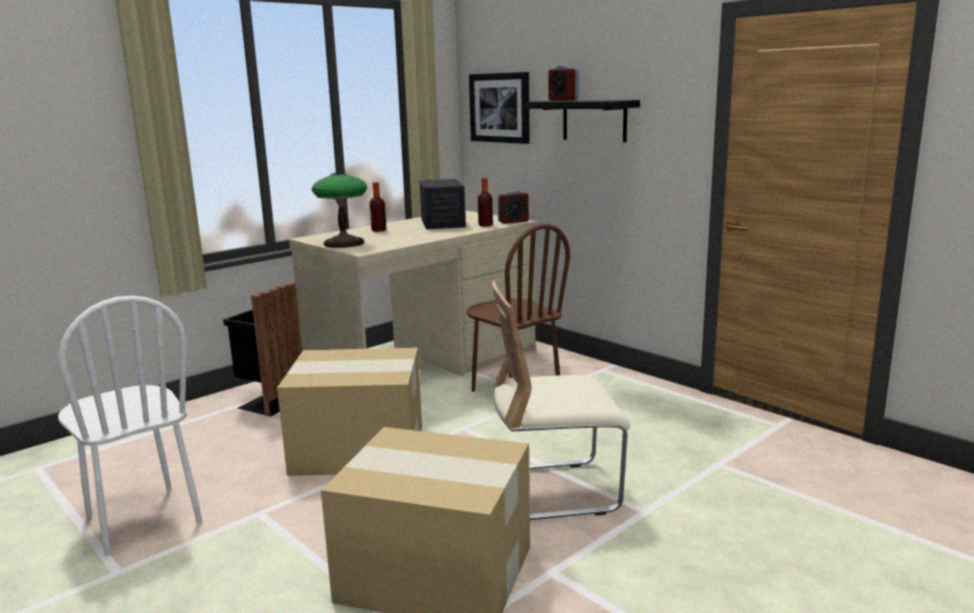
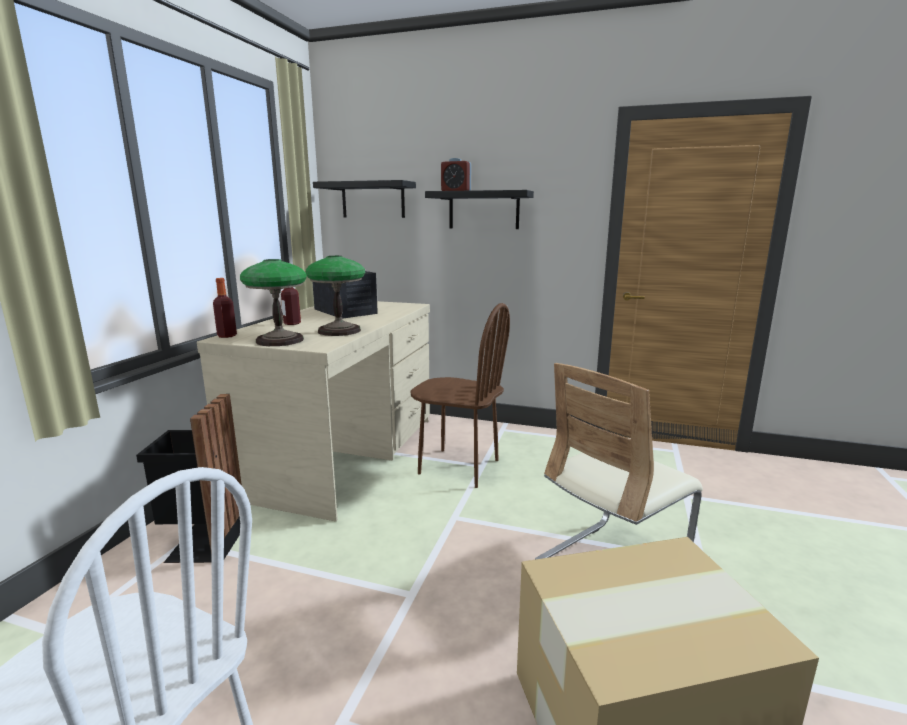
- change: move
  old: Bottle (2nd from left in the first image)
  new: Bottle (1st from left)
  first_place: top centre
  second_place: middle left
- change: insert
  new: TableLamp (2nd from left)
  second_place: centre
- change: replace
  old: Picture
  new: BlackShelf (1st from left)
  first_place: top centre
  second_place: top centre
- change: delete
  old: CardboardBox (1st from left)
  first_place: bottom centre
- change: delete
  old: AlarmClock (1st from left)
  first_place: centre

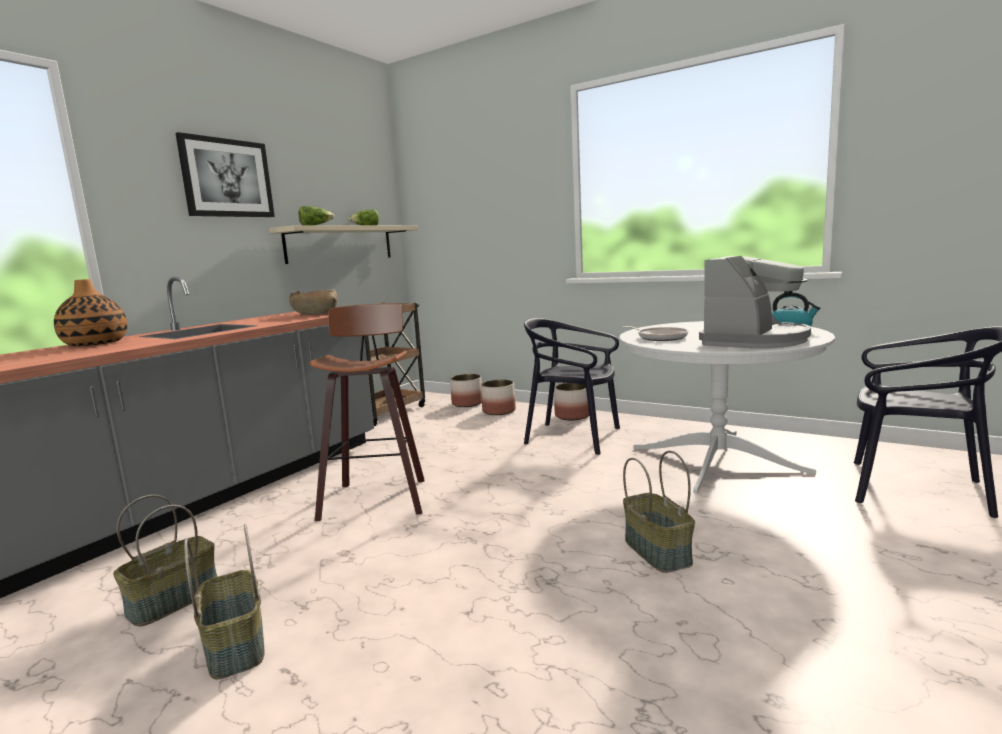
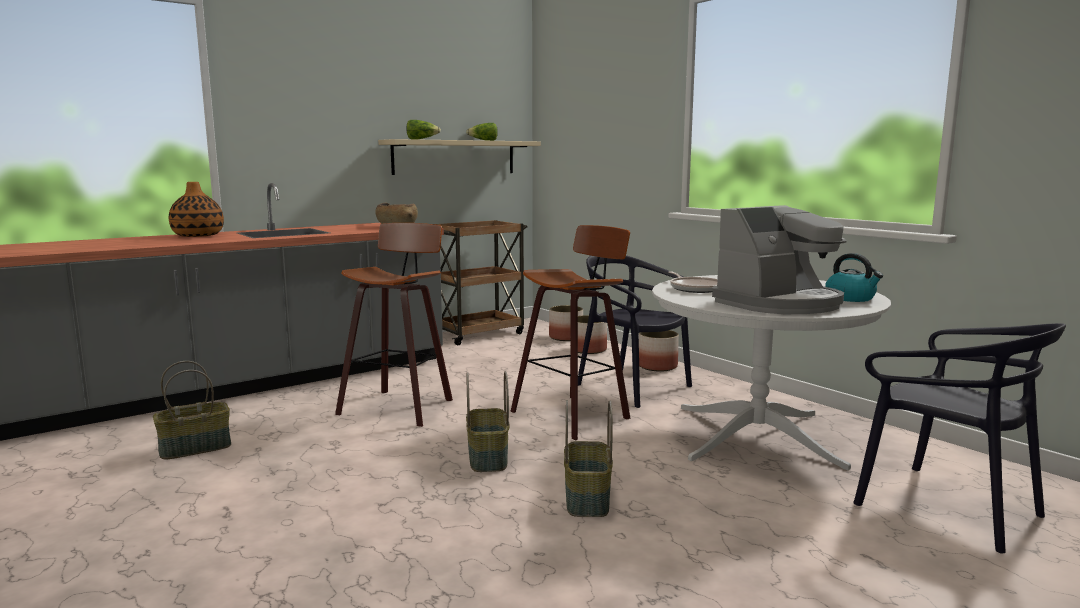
- change: move
  old: Basket (2nd from left)
  first_place: bottom left
  second_place: bottom centre
- change: insert
  new: Stool (2nd from left)
  second_place: centre
- change: delete
  old: Picture
  first_place: top left

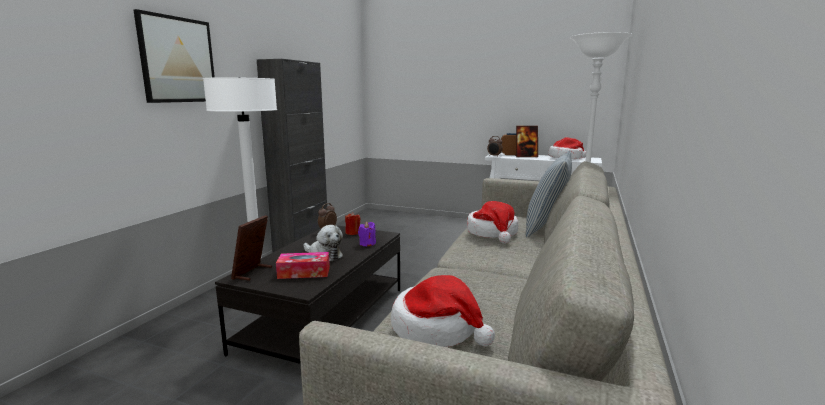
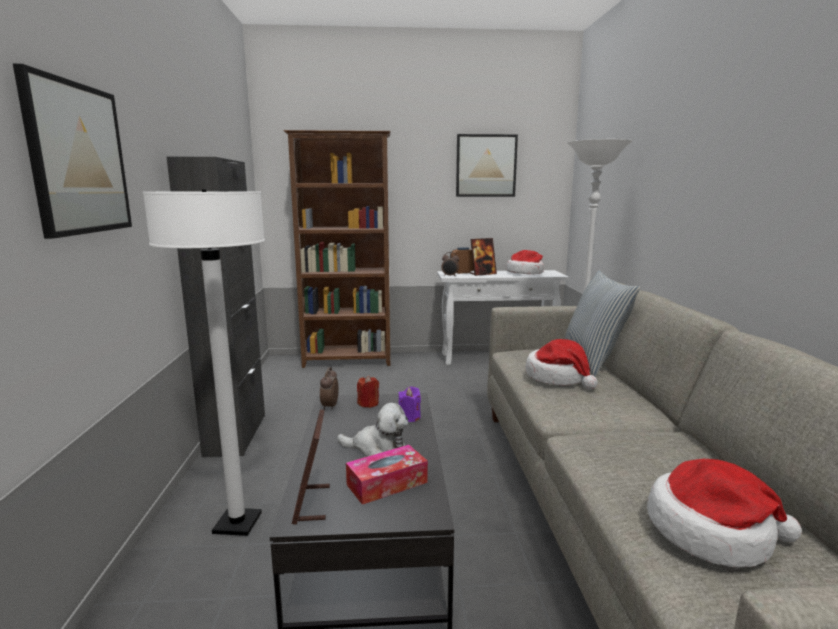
- change: insert
  new: BrownBookcase
  second_place: centre
- change: insert
  new: Picture (2nd from left)
  second_place: top centre

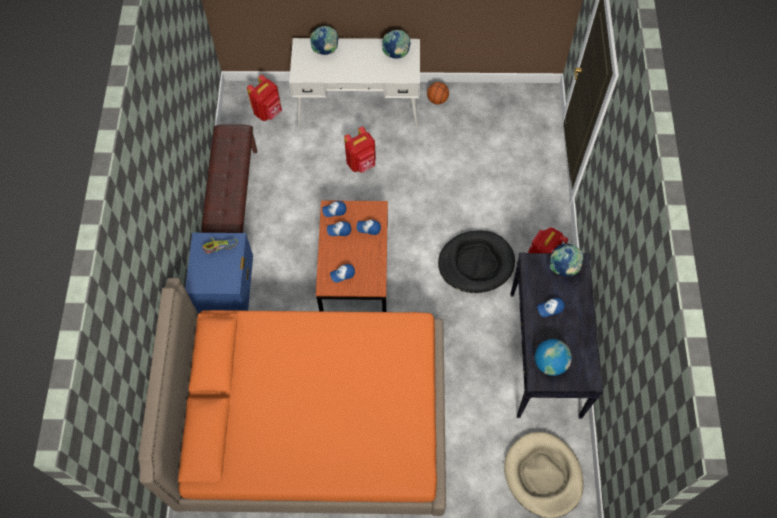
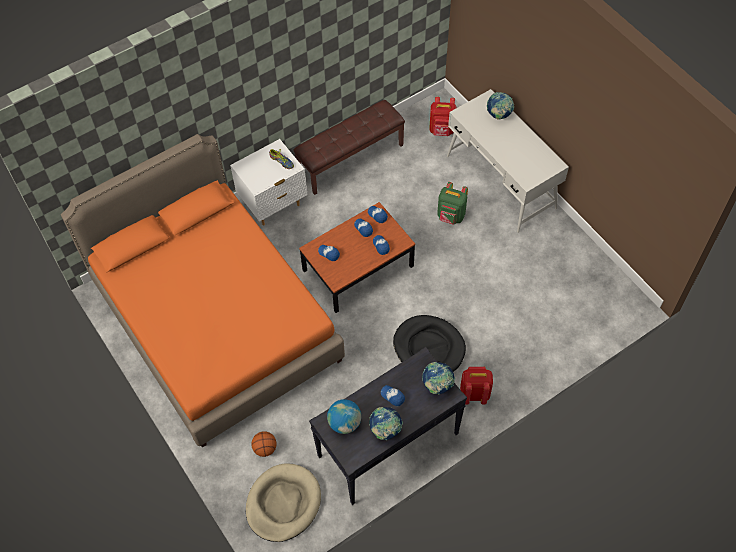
- change: recolor
  old: BlueNightstand
  new: WhiteNightstand
  first_place: middle left
  second_place: top centre
- change: move
  old: Basketball
  first_place: top centre
  second_place: bottom centre
- change: move
  old: Globe (2nd from left)
  first_place: top centre
  second_place: bottom centre
- change: recolor
  old: RedBackpack (2nd from left)
  new: GreenBackpack
  first_place: top centre
  second_place: centre

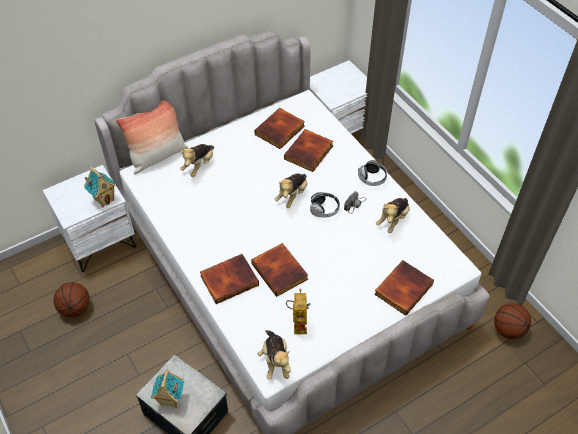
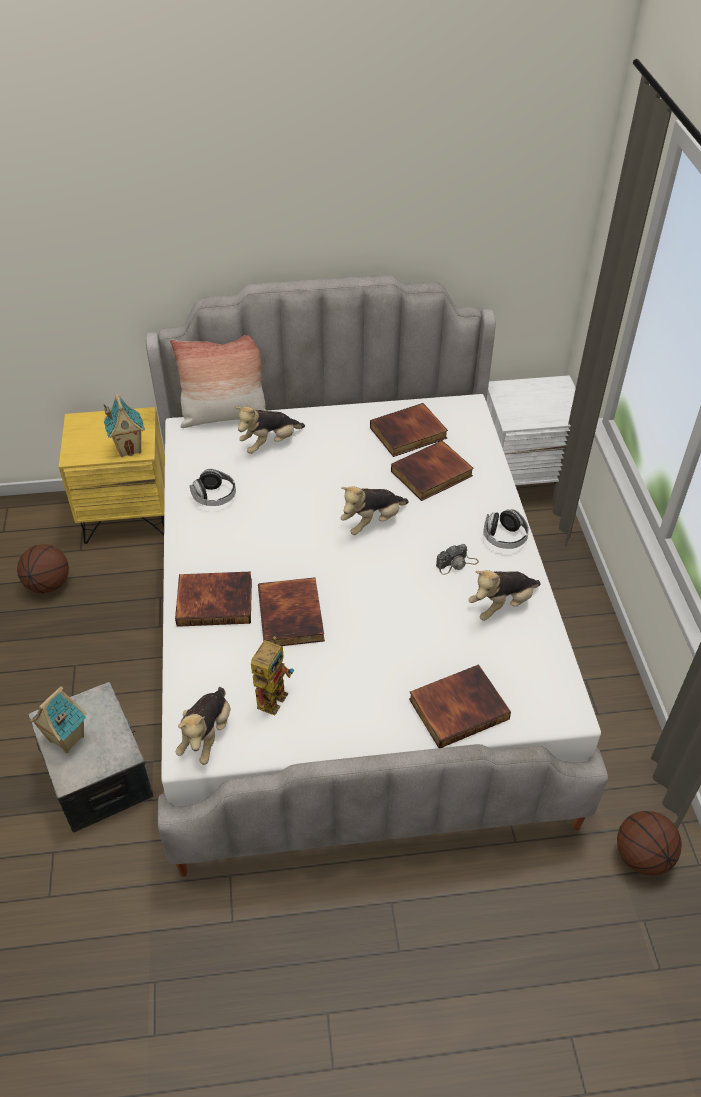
- change: recolor
  old: WhiteNightstand (1st from left)
  new: YellowNightstand
  first_place: middle left
  second_place: middle left
- change: move
  old: Headphones (1st from left)
  first_place: centre
  second_place: middle left

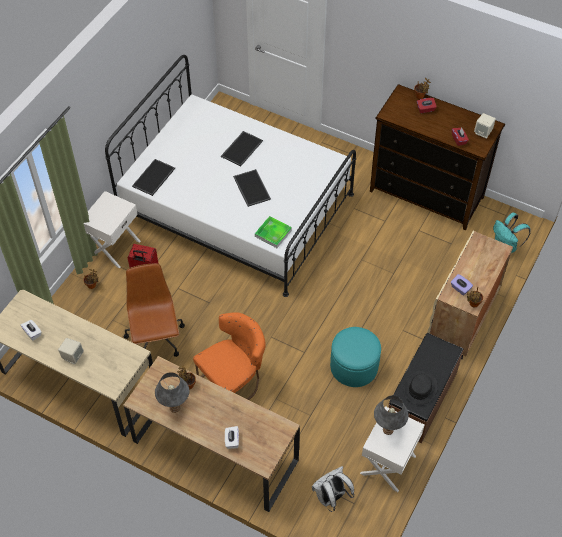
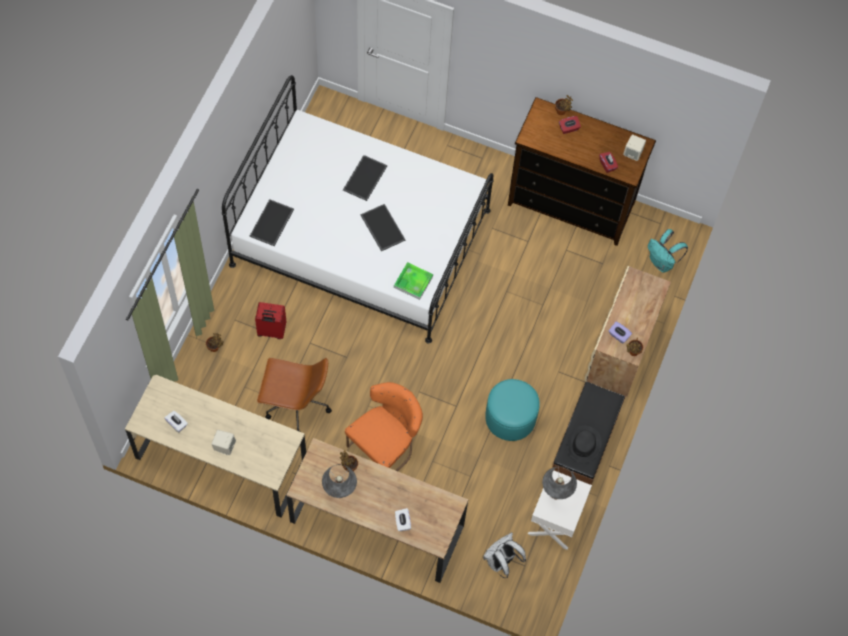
- change: rotate
  old: BrownOfficeChair
  first_place: middle left
  second_place: centre
  degrees: 120
- change: delete
  old: WhiteNightstand (1st from left)
  first_place: middle left

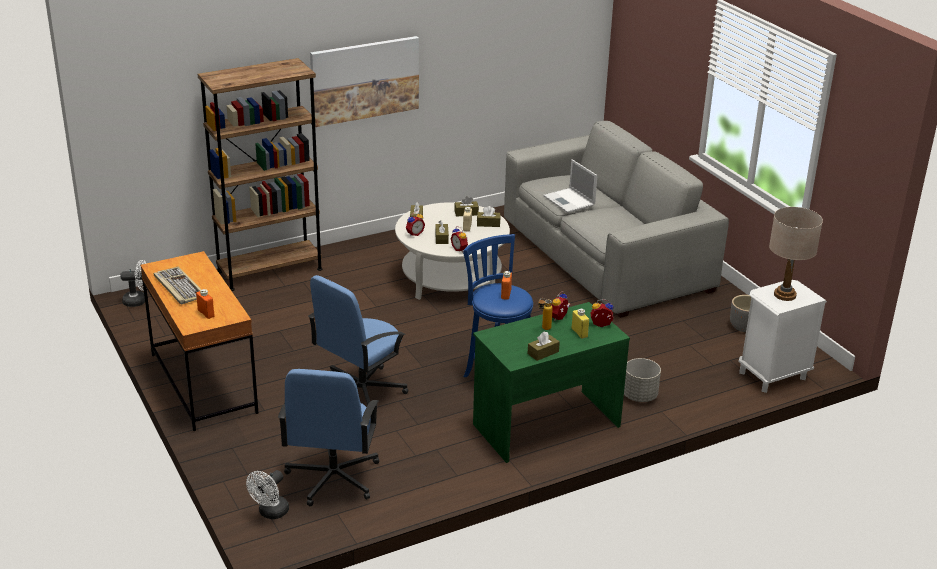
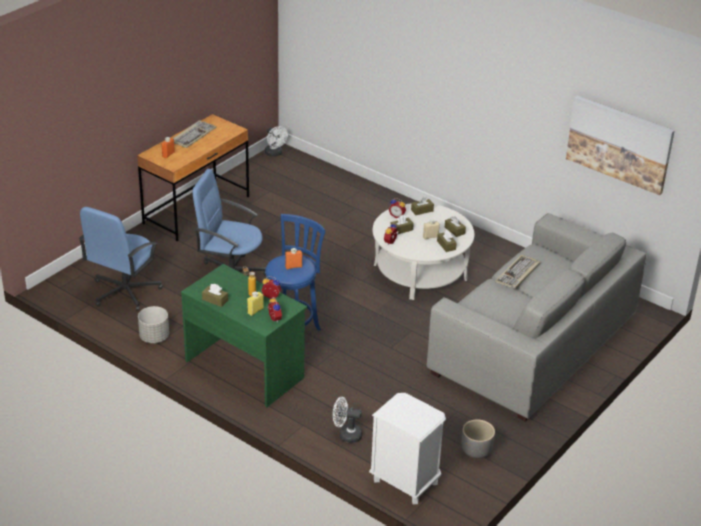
- change: rotate
  old: BlueOfficeChair (1st from left)
  first_place: bottom centre
  second_place: middle left
  degrees: -45
- change: move
  old: GreyPlanter (1st from left)
  first_place: bottom right
  second_place: middle left
- change: move
  old: WhiteFan (2nd from left)
  first_place: bottom left
  second_place: bottom centre
- change: replace
  old: Laptop
  new: Keyboard (2nd from left)
  first_place: top centre
  second_place: middle right
- change: move
  old: Picture
  first_place: top centre
  second_place: top right
- change: delete
  old: BrownBookcase
  first_place: top left
- change: delete
  old: BeigeTableLamp
  first_place: middle right

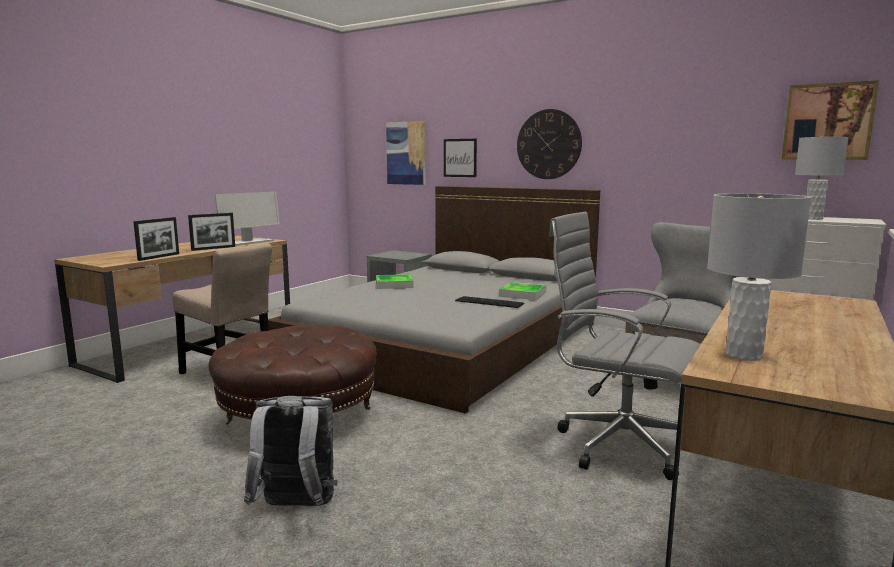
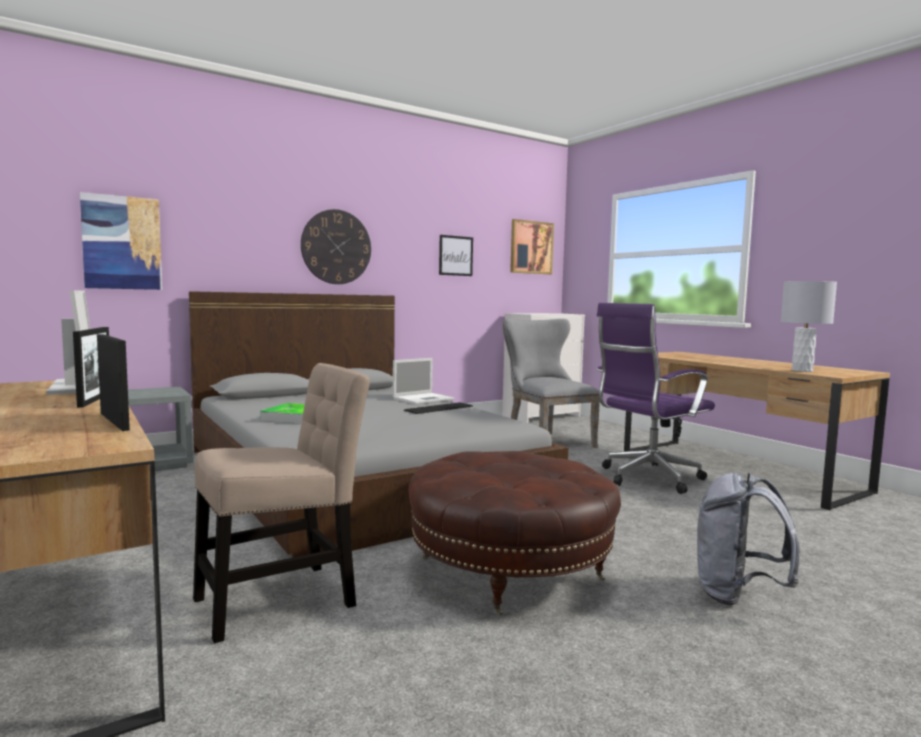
- change: replace
  old: Tray (2nd from left)
  new: Laptop
  first_place: centre
  second_place: centre
- change: move
  old: Picture (2nd from left)
  first_place: top centre
  second_place: centre
- change: recolor
  old: GreyOfficeChair
  new: PurpleOfficeChair
  first_place: middle right
  second_place: middle right
- change: delete
  old: GreyTableLamp (2nd from left)
  first_place: top right

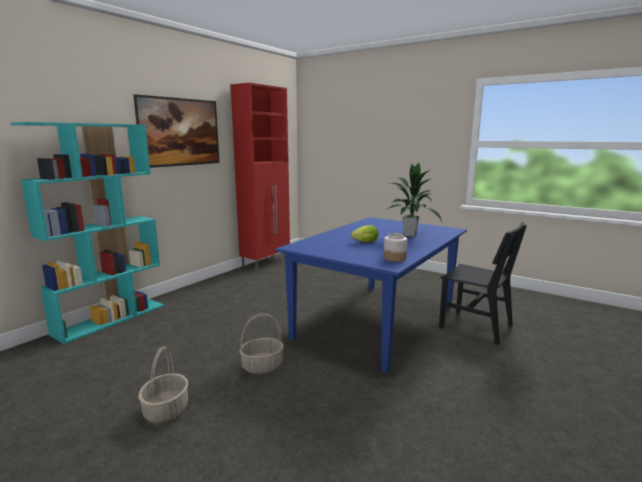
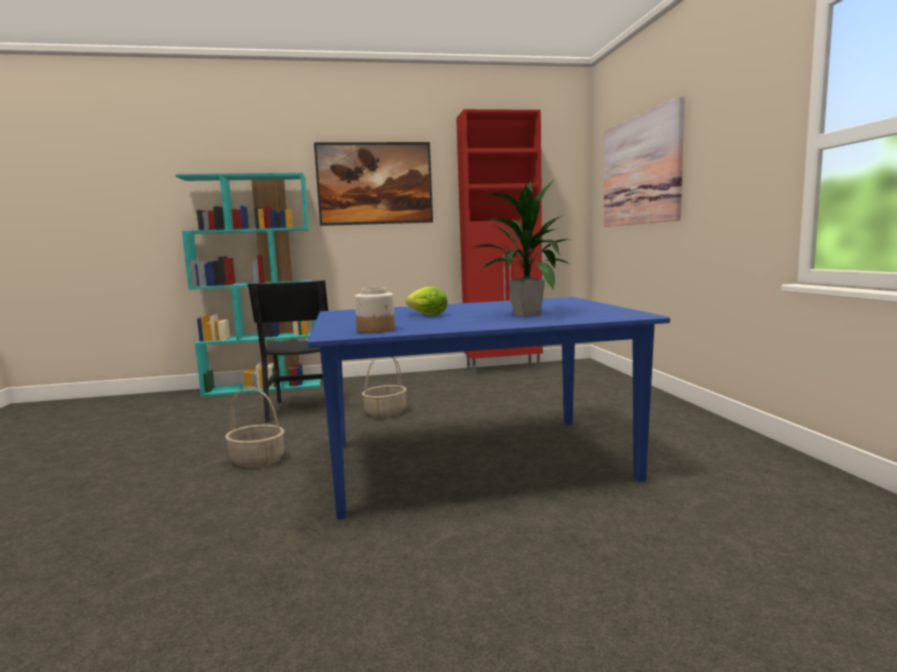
- change: move
  old: BlackChair
  first_place: middle right
  second_place: middle left
- change: move
  old: Basket (1st from left in the first image)
  new: Basket (2nd from left)
  first_place: bottom left
  second_place: centre
- change: insert
  new: Picture (2nd from left)
  second_place: top right

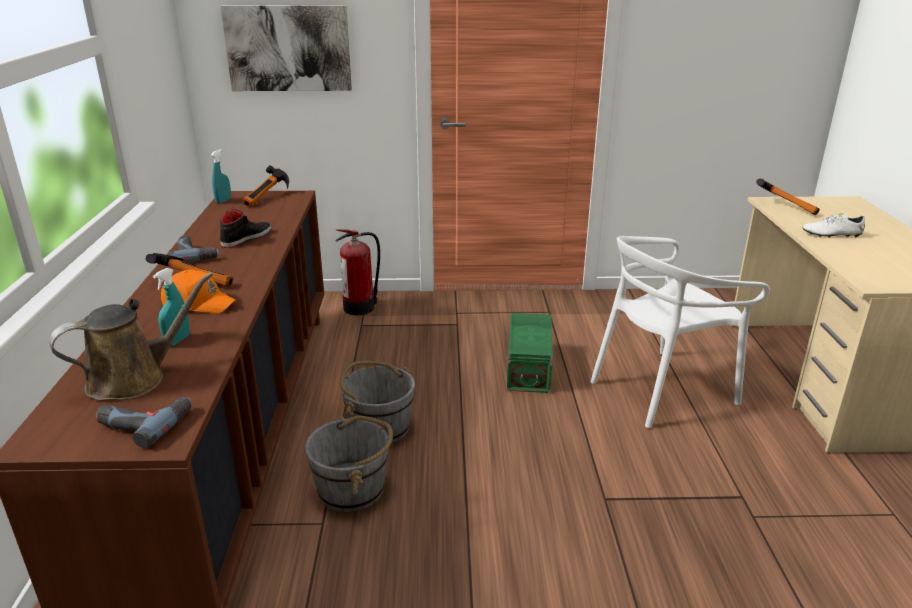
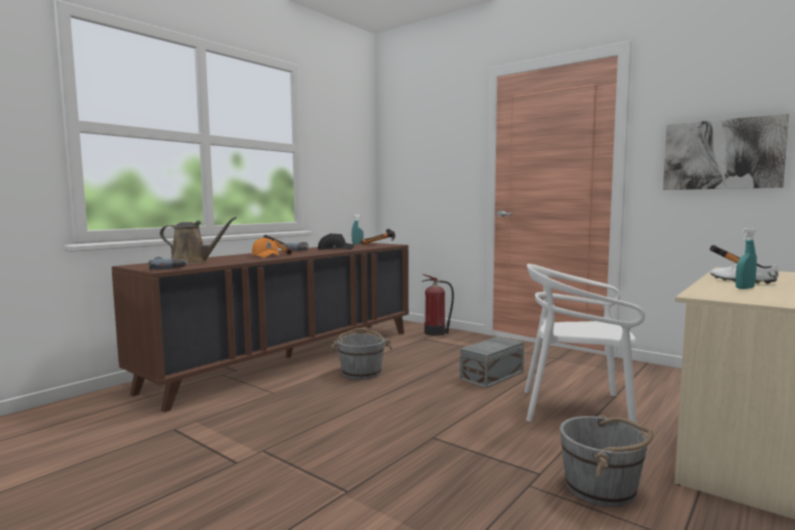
- change: replace
  old: BlackShoe
  new: BlackCap
  first_place: middle left
  second_place: centre
- change: recolor
  old: GreenStorageBox
  new: GreyStorageBox
  first_place: centre
  second_place: bottom centre
- change: move
  old: GreyBucket (1st from left in the first image)
  new: GreyBucket (2nd from left)
  first_place: bottom centre
  second_place: bottom right
- change: move
  old: Picture
  first_place: top left
  second_place: top right
- change: move
  old: TurquoiseSprayBottle (1st from left in the first image)
  new: TurquoiseSprayBottle (2nd from left)
  first_place: middle left
  second_place: middle right

